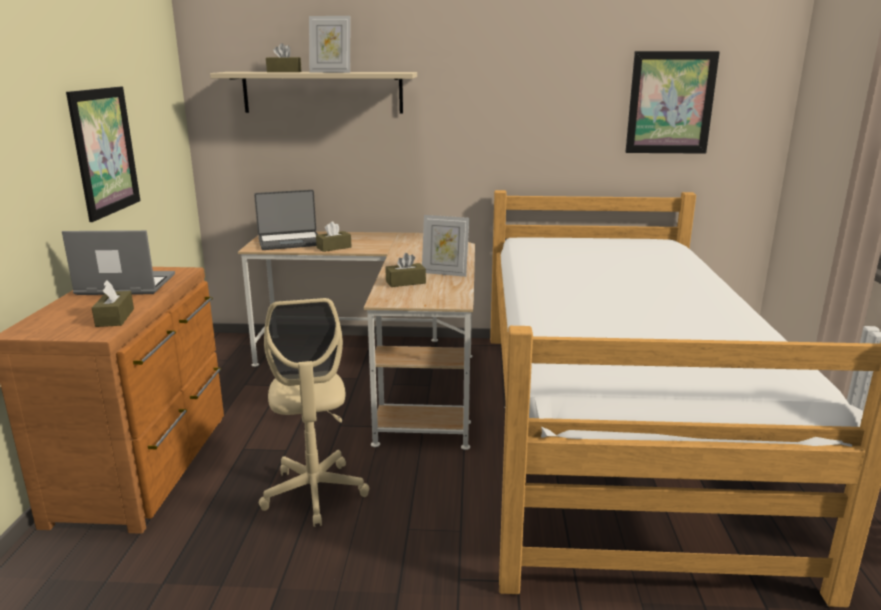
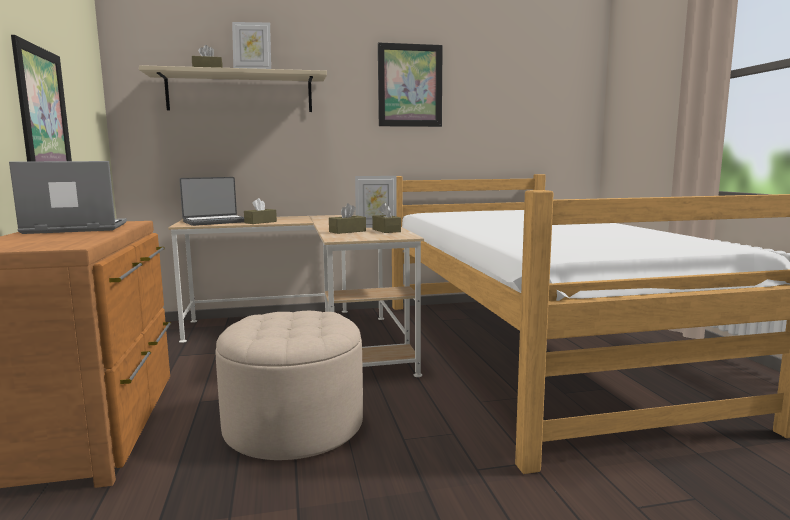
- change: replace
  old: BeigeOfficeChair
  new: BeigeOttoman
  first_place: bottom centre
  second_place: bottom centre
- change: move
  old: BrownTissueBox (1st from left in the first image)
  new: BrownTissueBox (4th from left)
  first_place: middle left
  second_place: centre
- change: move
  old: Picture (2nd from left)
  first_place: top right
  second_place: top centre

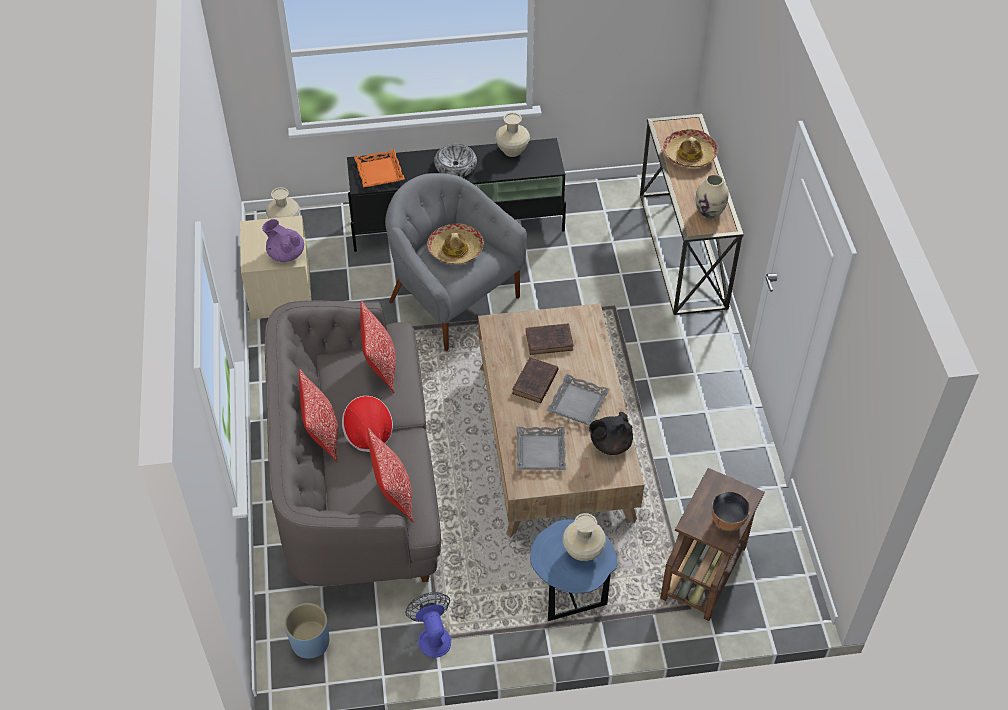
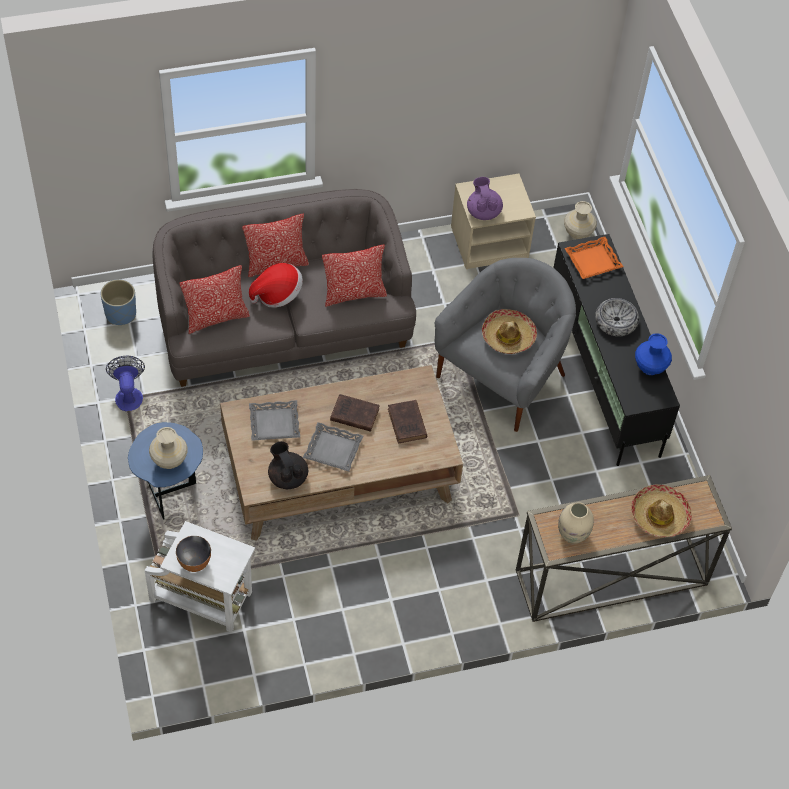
- change: rotate
  old: Fan
  first_place: bottom centre
  second_place: middle left
  degrees: -75
- change: recolor
  old: BrownSideTable
  new: WhiteSideTable
  first_place: bottom right
  second_place: bottom left
- change: rotate
  old: PurpleTeapot
  first_place: middle left
  second_place: top centre
  degrees: -45
- change: recolor
  old: BeigeVase (2nd from left)
  new: BlueVase
  first_place: top centre
  second_place: middle right

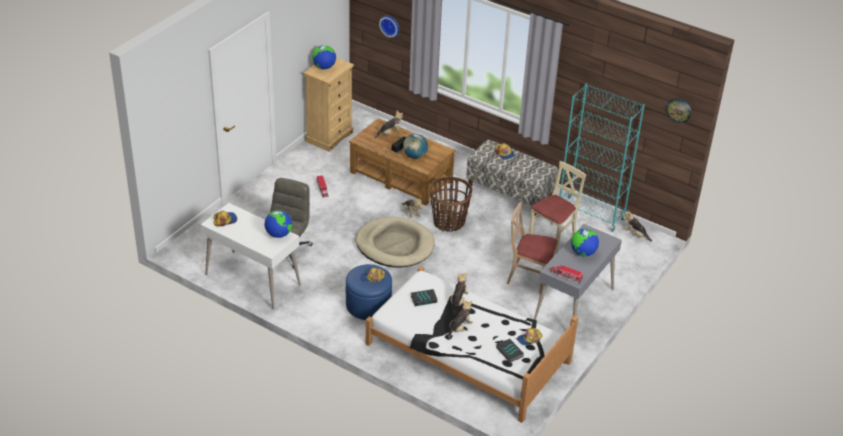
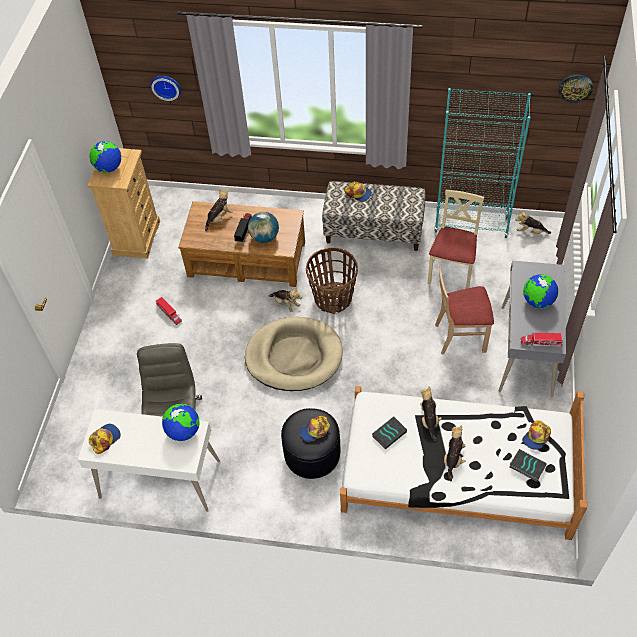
- change: recolor
  old: BlueOttoman
  new: BlackOttoman
  first_place: bottom centre
  second_place: bottom centre

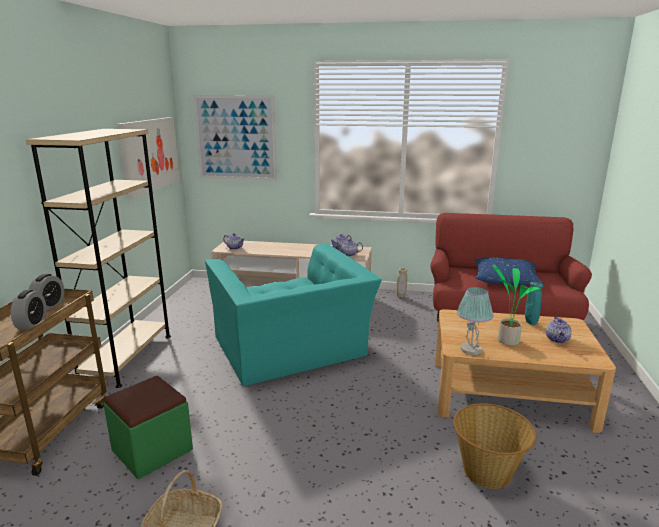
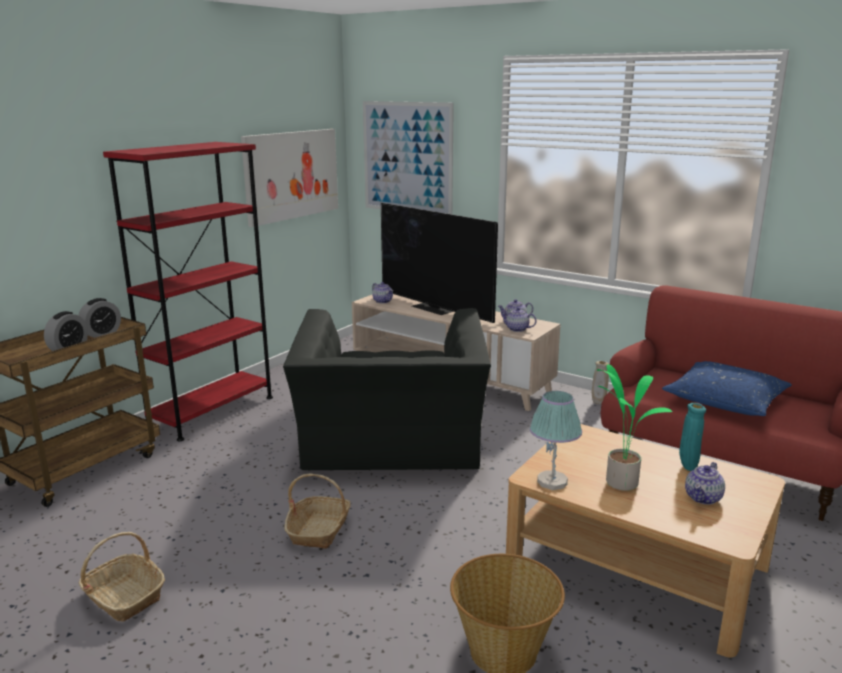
- change: recolor
  old: BeigeBookcase
  new: RedBookcase
  first_place: middle left
  second_place: middle left
- change: recolor
  old: TurquoiseArmchair
  new: BlackArmchair
  first_place: centre
  second_place: centre
- change: insert
  new: Basket (2nd from left)
  second_place: bottom centre
- change: insert
  new: Television
  second_place: centre
- change: delete
  old: GreenOttoman
  first_place: bottom left

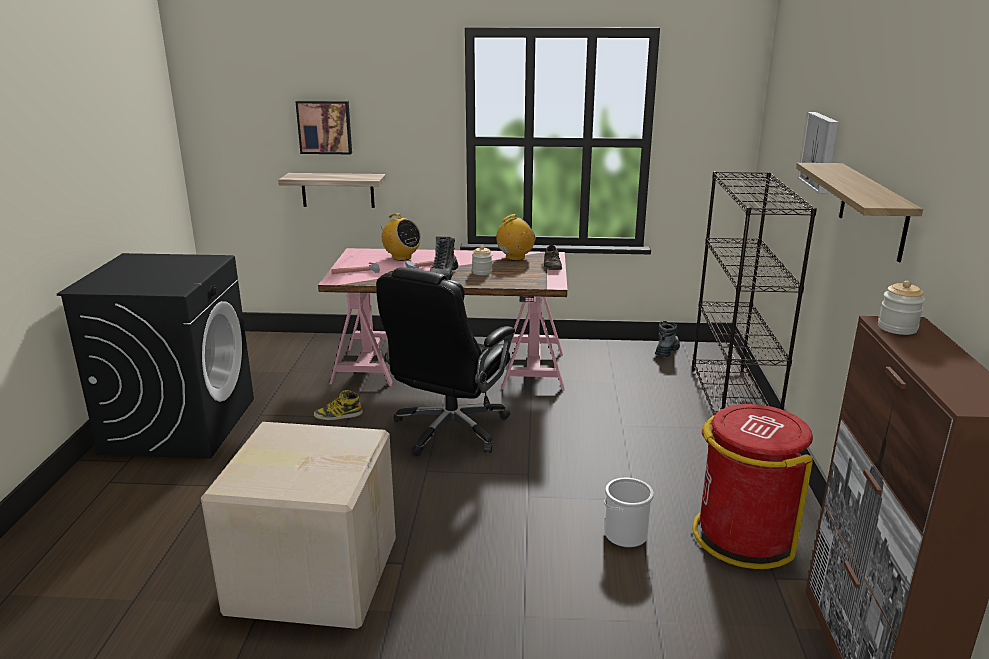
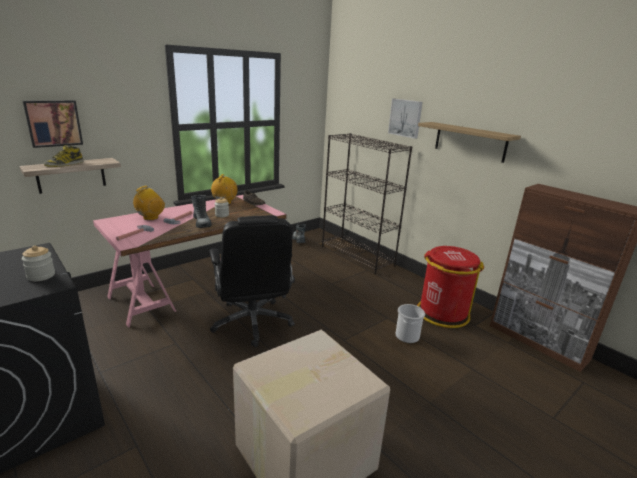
- change: move
  old: Jar (2nd from left in the first image)
  new: Jar (1st from left)
  first_place: middle right
  second_place: middle left
- change: move
  old: Boot (1st from left)
  first_place: centre
  second_place: top left
- change: rotate
  old: Radio (1st from left)
  first_place: centre
  second_place: middle left
  degrees: -45

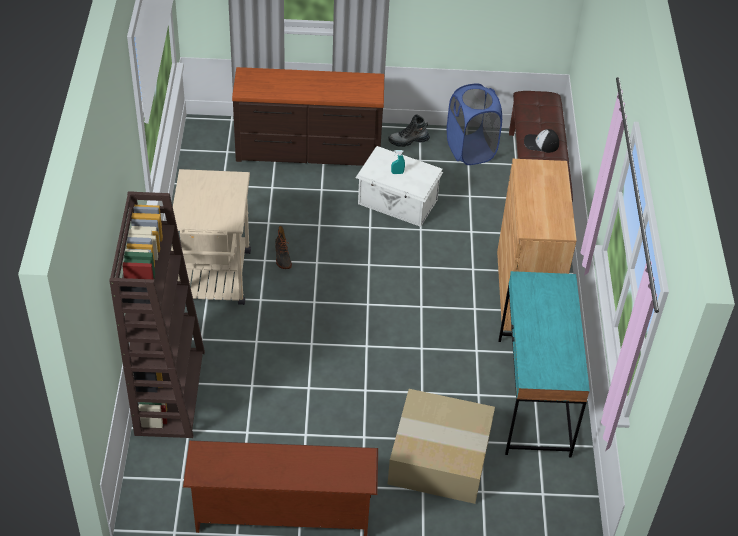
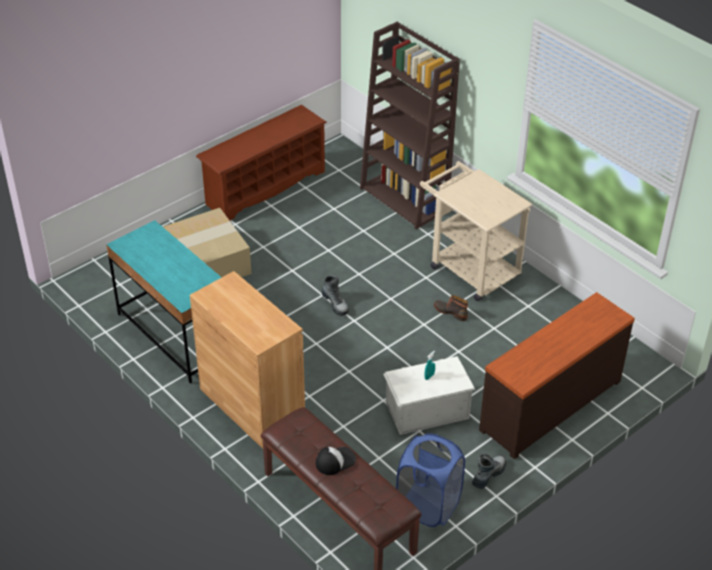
- change: insert
  new: Boot (1st from left)
  second_place: centre

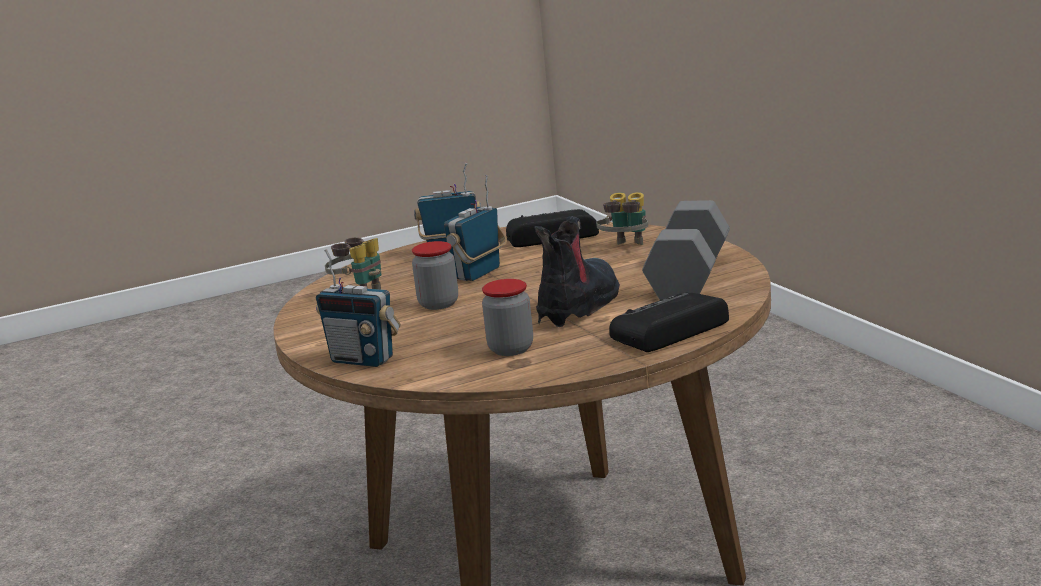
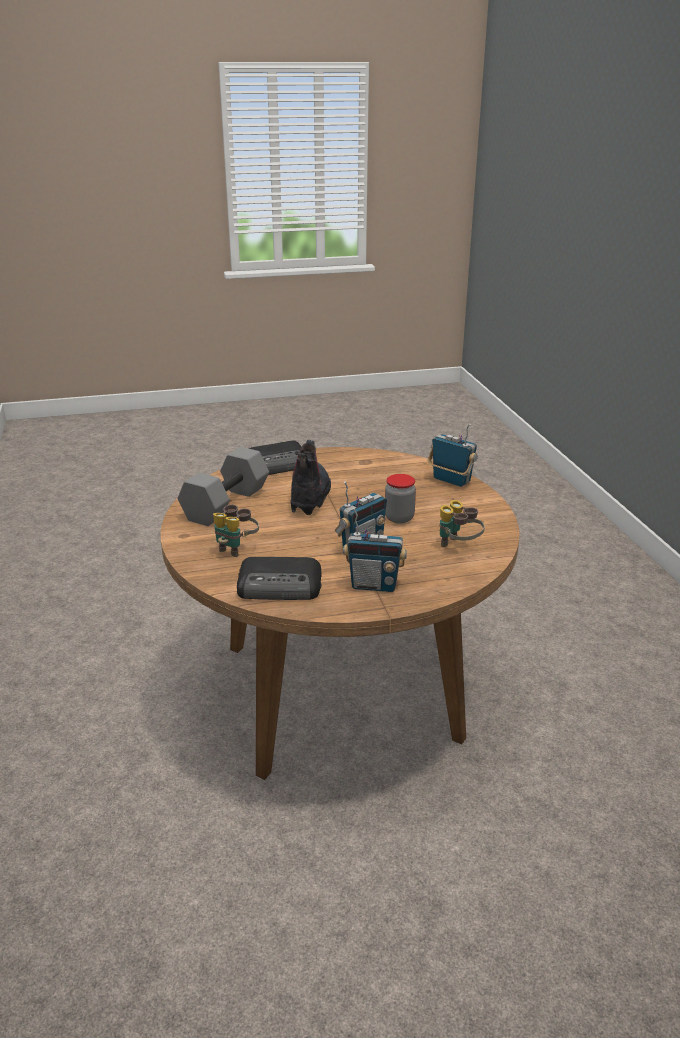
- change: rotate
  old: Boot
  first_place: centre
  second_place: centre
  degrees: 150
- change: delete
  old: Jar (2nd from left)
  first_place: centre

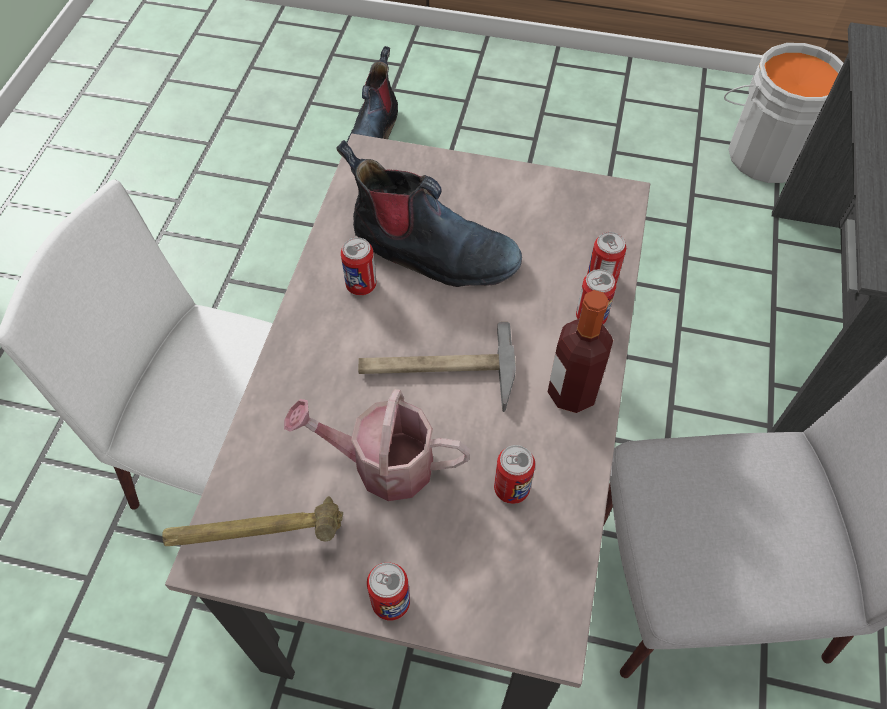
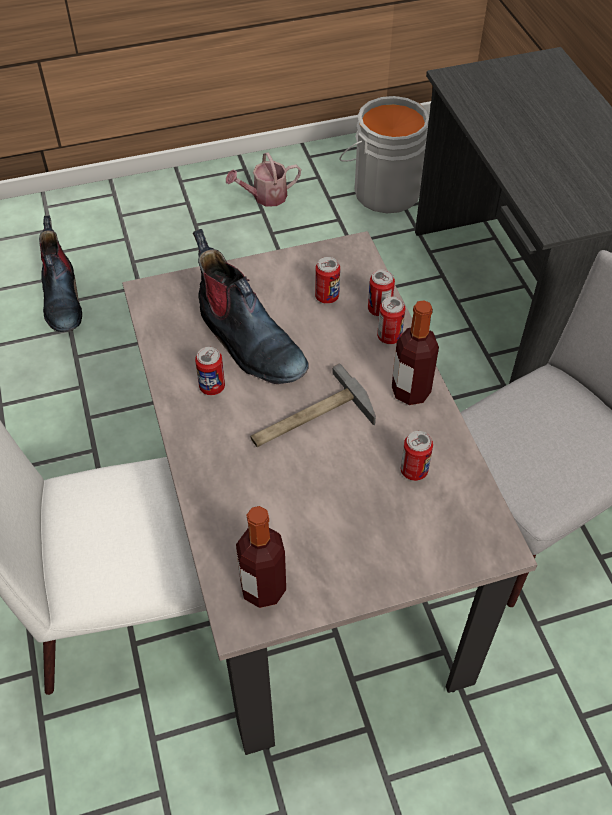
- change: rotate
  old: Boot (2nd from left)
  first_place: top centre
  second_place: centre
  degrees: 60
- change: move
  old: WateringCan
  first_place: centre
  second_place: top centre
- change: replace
  old: Hammer (1st from left)
  new: Bottle (1st from left)
  first_place: bottom left
  second_place: bottom centre
- change: move
  old: Can (2nd from left)
  first_place: bottom centre
  second_place: centre

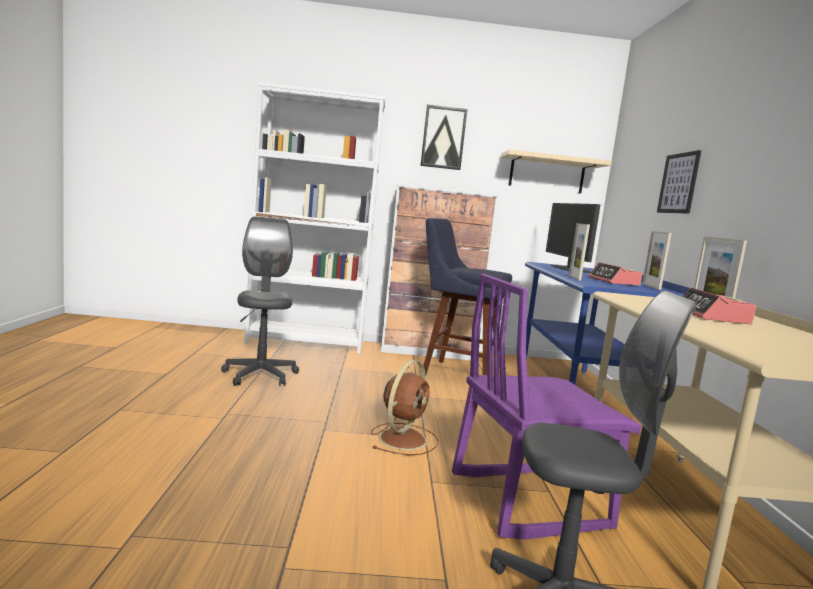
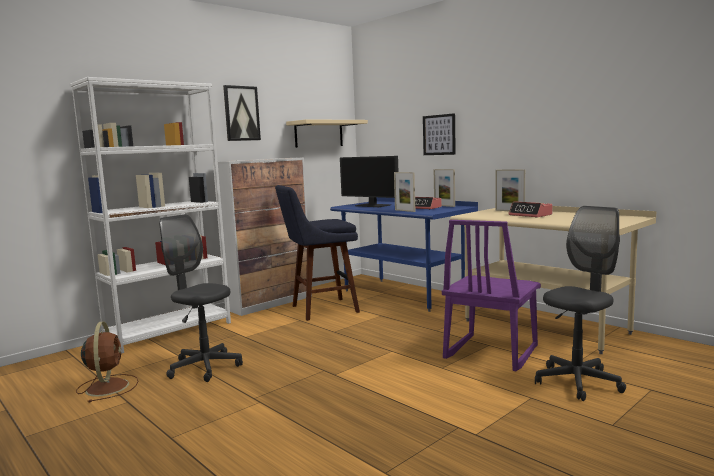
- change: move
  old: BrownFan
  first_place: bottom centre
  second_place: bottom left

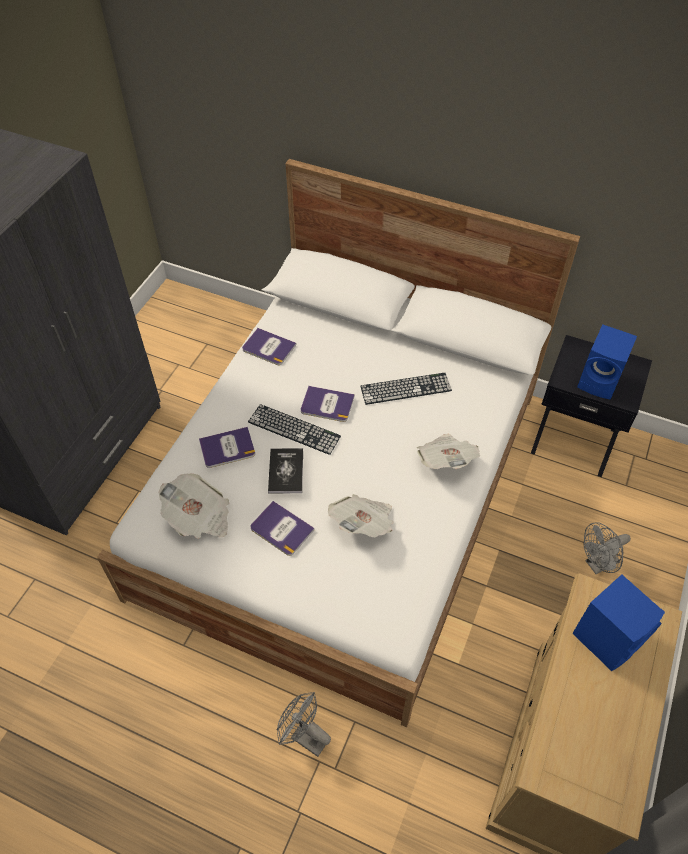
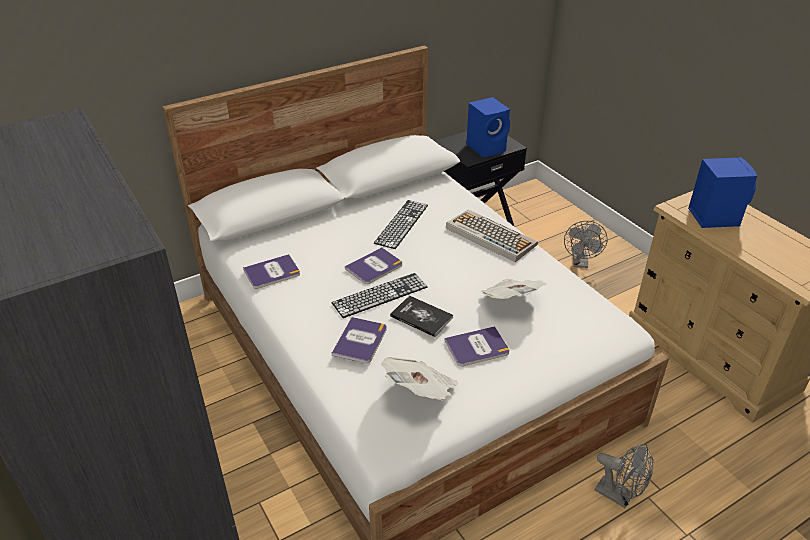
- change: replace
  old: Newspaper (3rd from left)
  new: Keyboard (3rd from left)
  first_place: centre
  second_place: centre
- change: rotate
  old: GreyFan (1st from left in the first image)
  first_place: bottom centre
  second_place: bottom right
  degrees: -120

